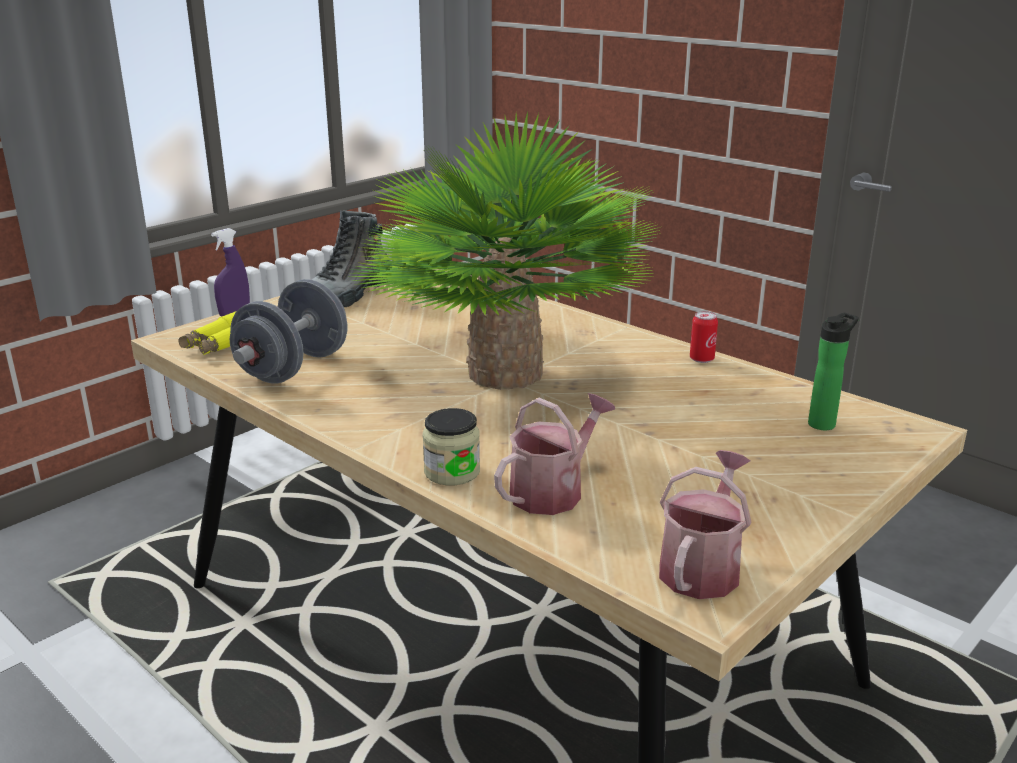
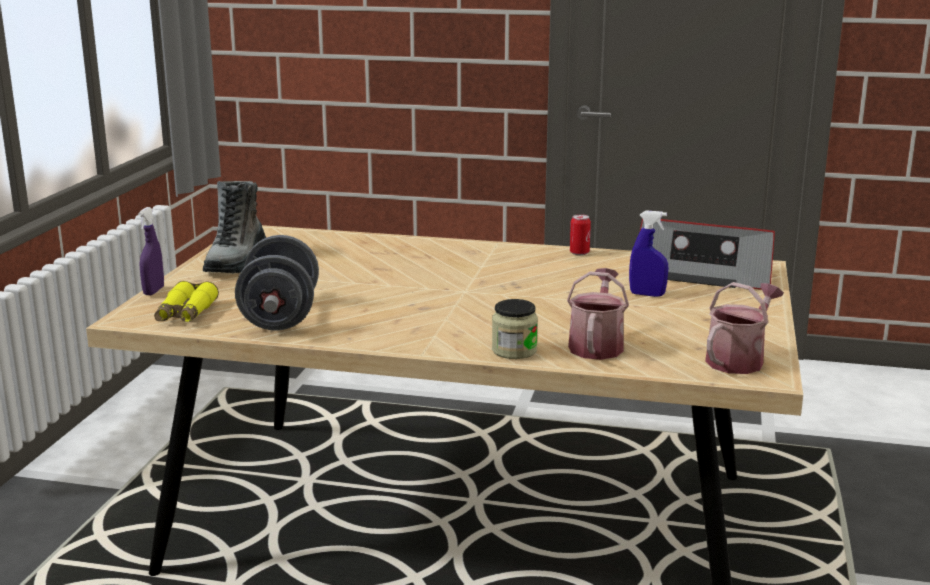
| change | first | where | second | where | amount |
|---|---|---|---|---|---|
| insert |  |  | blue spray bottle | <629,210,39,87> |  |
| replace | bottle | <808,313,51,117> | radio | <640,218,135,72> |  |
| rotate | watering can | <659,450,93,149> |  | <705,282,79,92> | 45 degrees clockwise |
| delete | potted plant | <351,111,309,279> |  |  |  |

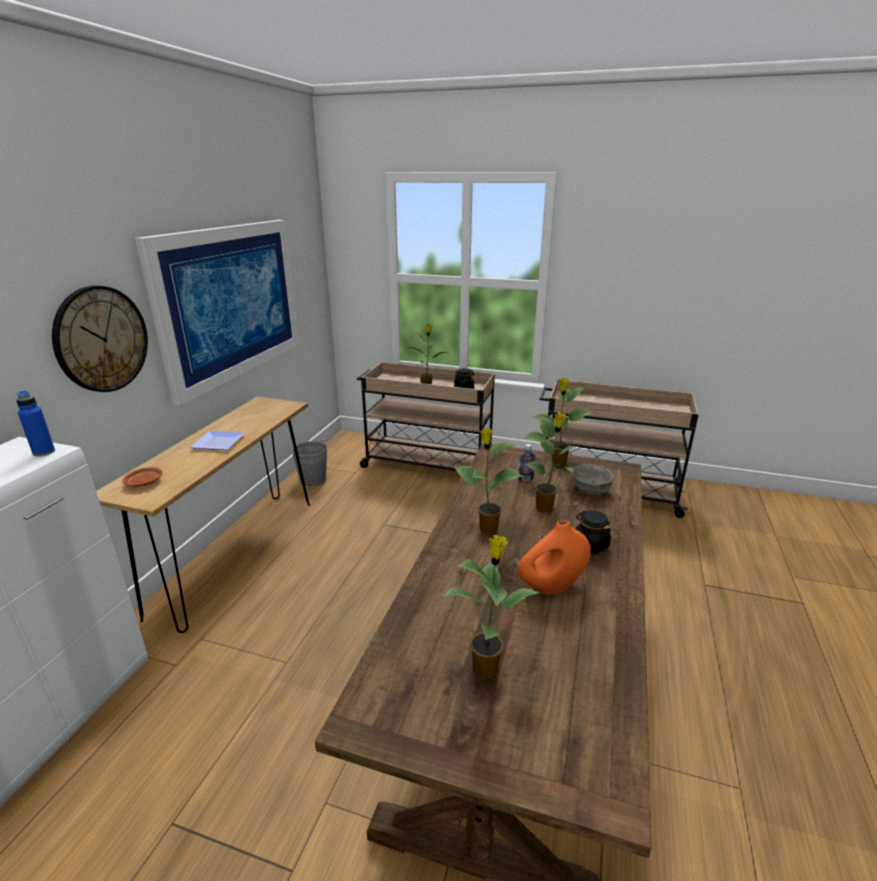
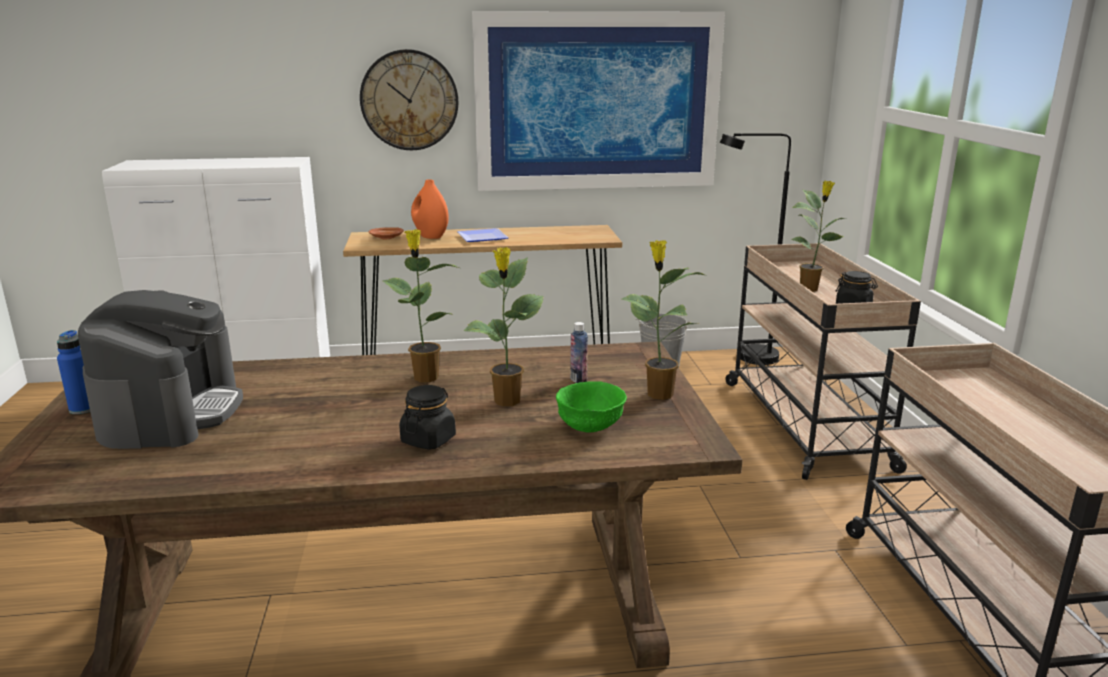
| change | first | where | second | where | amount |
|---|---|---|---|---|---|
| move | blue bottle | <16,391,39,66> |  | <57,330,33,84> |  |
| replace | potted plant | <442,535,100,143> | coffee machine | <78,290,165,159> |  |
| move | orange vase | <518,520,73,75> |  | <411,179,38,60> |  |
| recolor | grey bowl | <572,464,42,31> | green bowl | <556,381,71,51> |  |
| insert |  |  | black floor lamp | <720,133,71,232> |  |

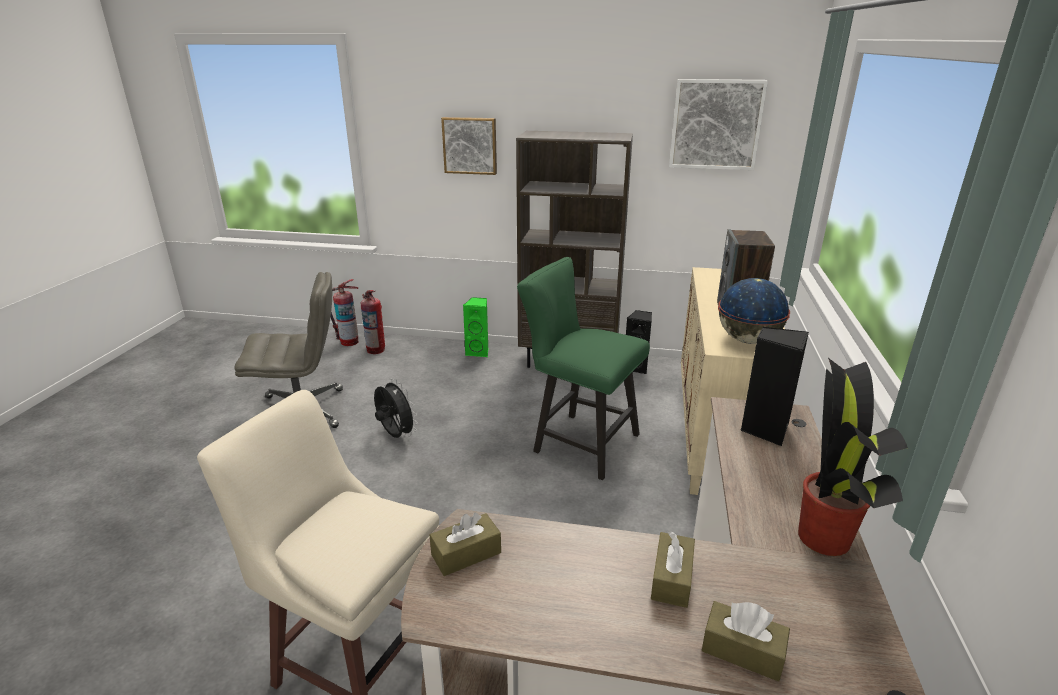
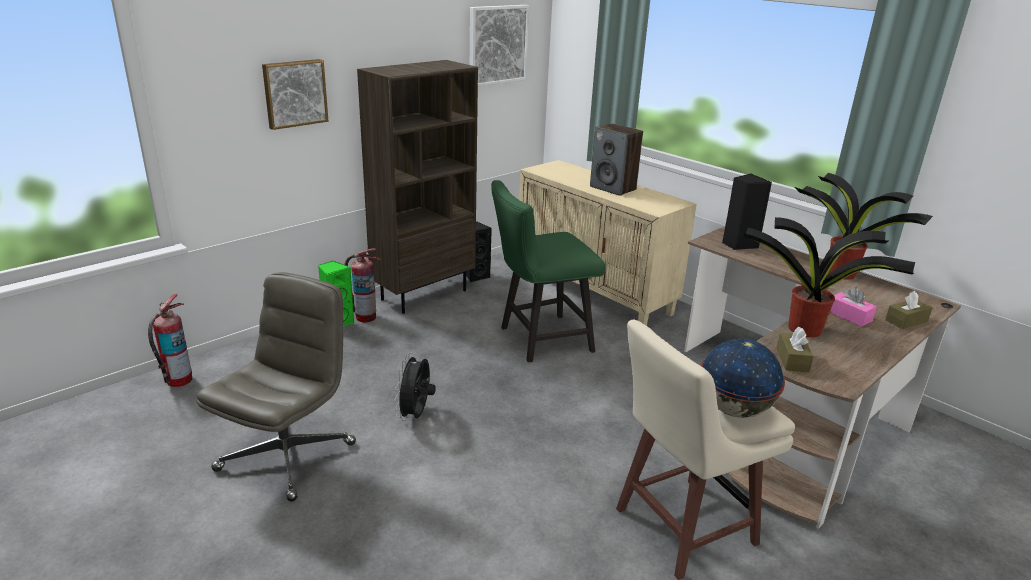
| change | first | where | second | where | amount |
|---|---|---|---|---|---|
| move | fire extinguisher | <361,290,24,64> |  | <344,248,36,75> |  |
| rotate | black fan | <374,378,44,60> |  | <394,353,42,68> | 75 degrees counterclockwise |
| move | globe | <718,278,72,66> |  | <701,339,84,79> |  |
| insert |  |  | potted plant | <744,217,171,120> |  |
| recolor | brown tissue box | <651,531,44,77> | pink tissue box | <830,287,47,40> |  |

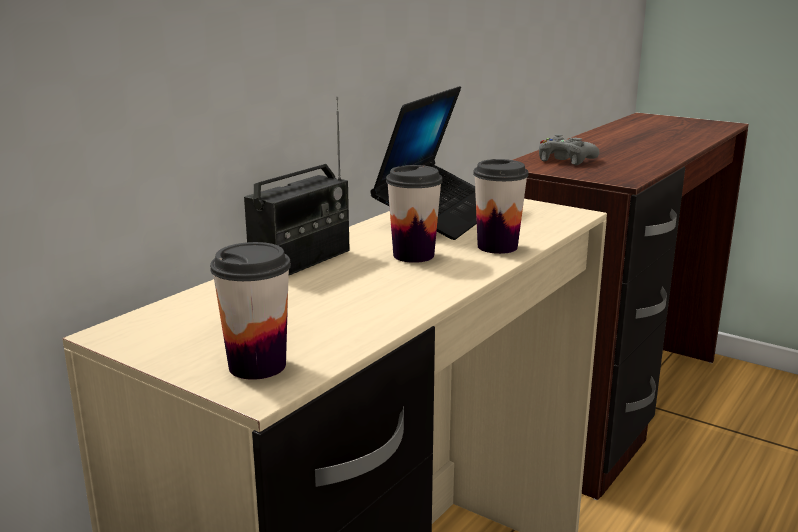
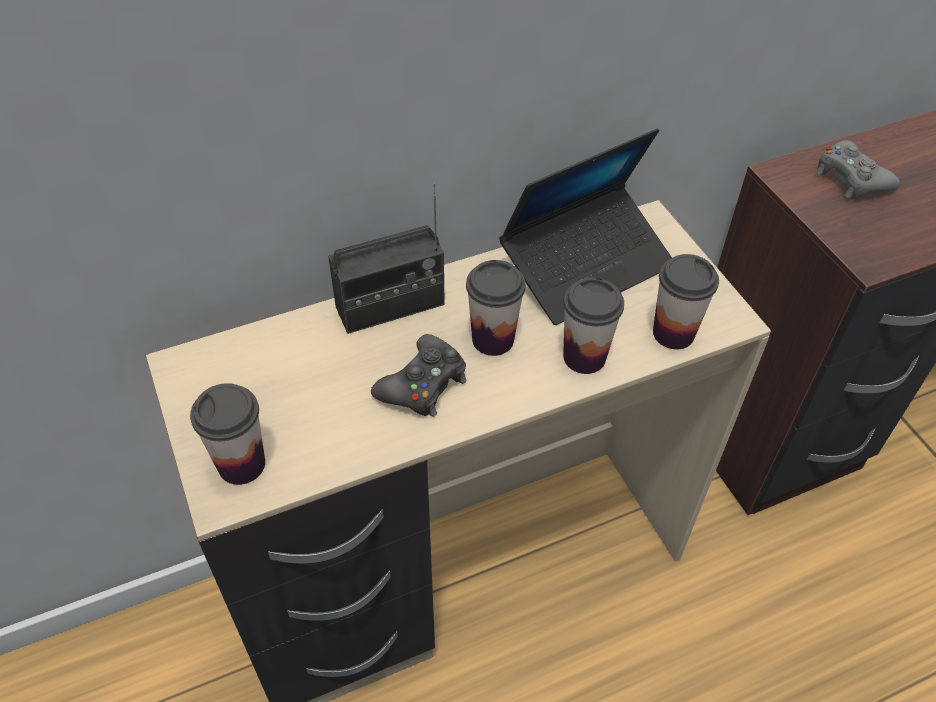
| change | first | where | second | where | amount |
|---|---|---|---|---|---|
| insert |  |  | black game controller | <371,334,96,83> |  |
| insert |  |  | cup | <653,254,66,95> |  |

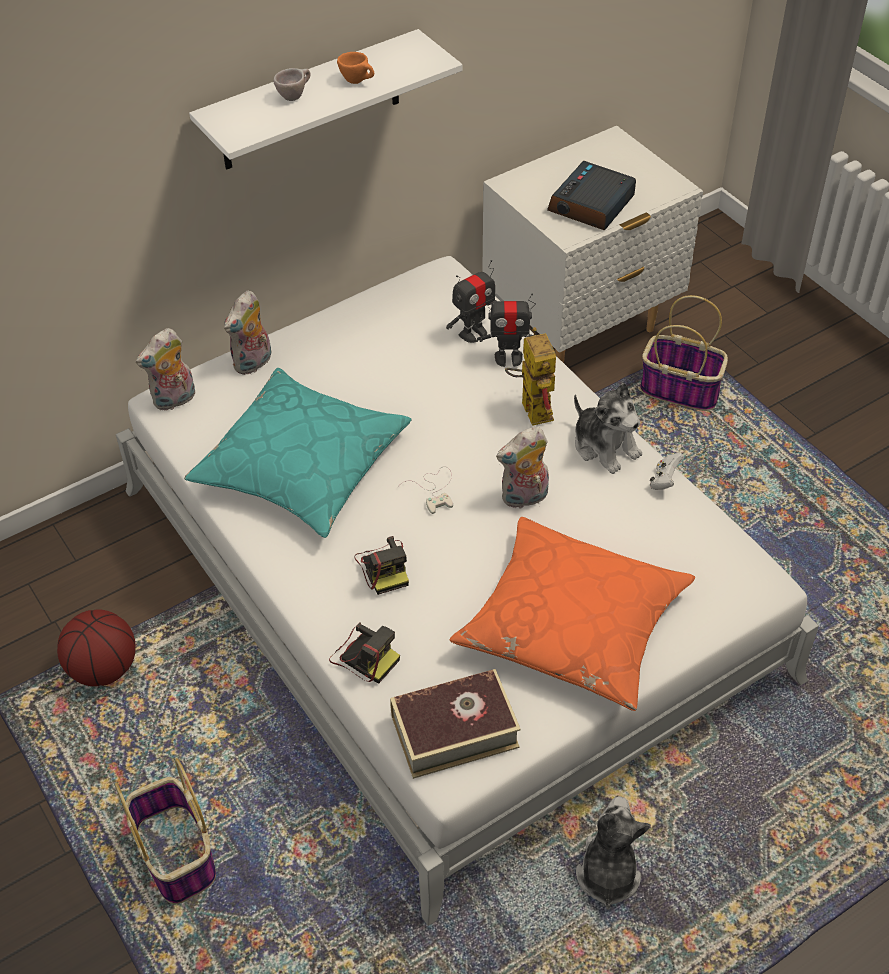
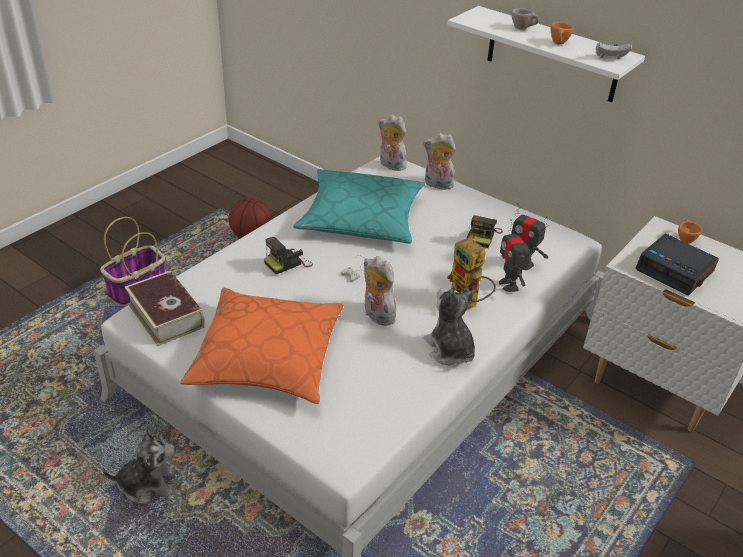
| change | first | where | second | where | amount |
|---|---|---|---|---|---|
| rotate | plush toy | <574,383,68,91> |  | <424,288,51,78> | 120 degrees clockwise |
| rotate | toy robot | <505,327,51,99> |  | <447,237,49,74> | 90 degrees clockwise |
| move | photo camera | <329,622,71,62> |  | <466,215,37,33> |  |
| move | white game controller | <650,453,34,37> |  | <596,42,36,17> |  |
| rotate | alarm clock | <547,161,89,69> |  | <635,233,84,62> | 150 degrees counterclockwise |
| insert |  |  | orange cup | <678,219,24,25> |  |
| delete | basket | <640,295,88,116> |  |  |  |

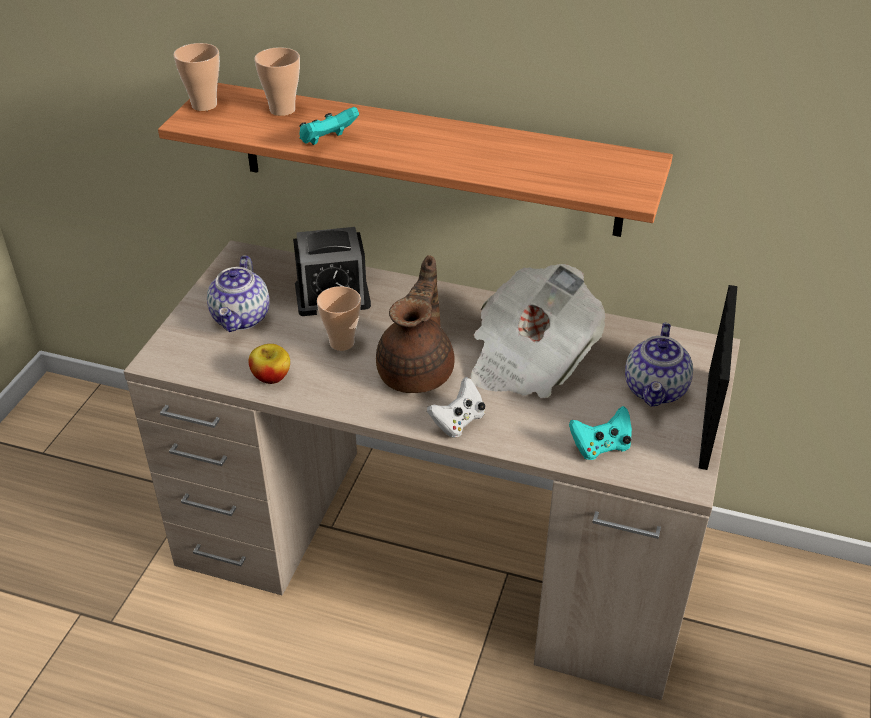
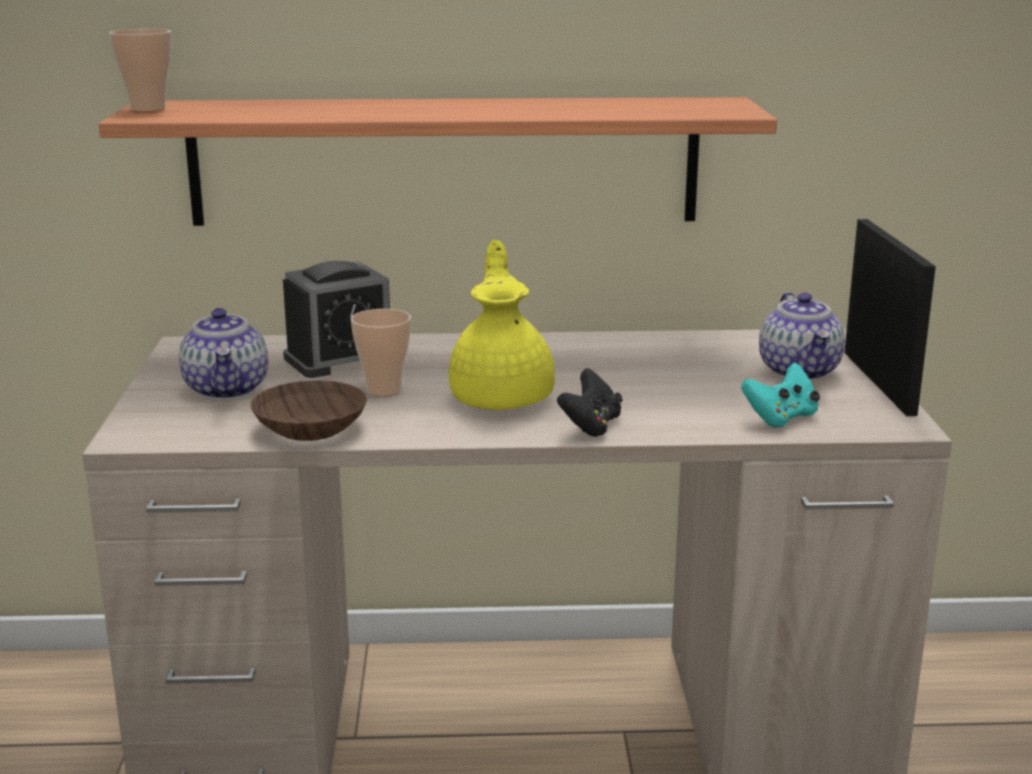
| change | first | where | second | where | amount |
|---|---|---|---|---|---|
| replace | apple | <249,344,41,40> | brown bowl | <250,380,117,61> |  |
| recolor | brown teapot | <376,255,79,138> | yellow teapot | <449,240,106,170> |  |
| recolor | white game controller | <427,377,58,61> | black game controller | <557,368,66,69> |  |
| delete | cup | <254,47,46,69> |  |  |  |
| delete | turquoise game controller | <299,107,60,38> |  |  |  |
| delete | newspaper | <470,264,135,134> |  |  |  |

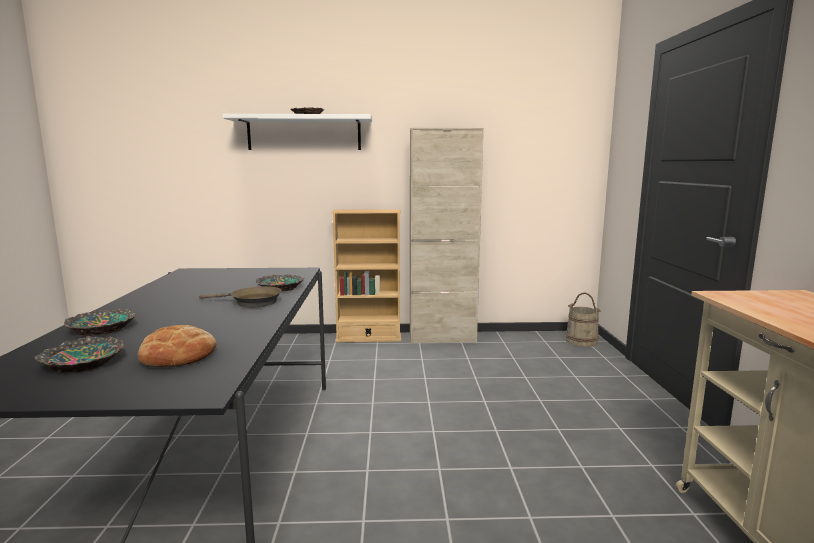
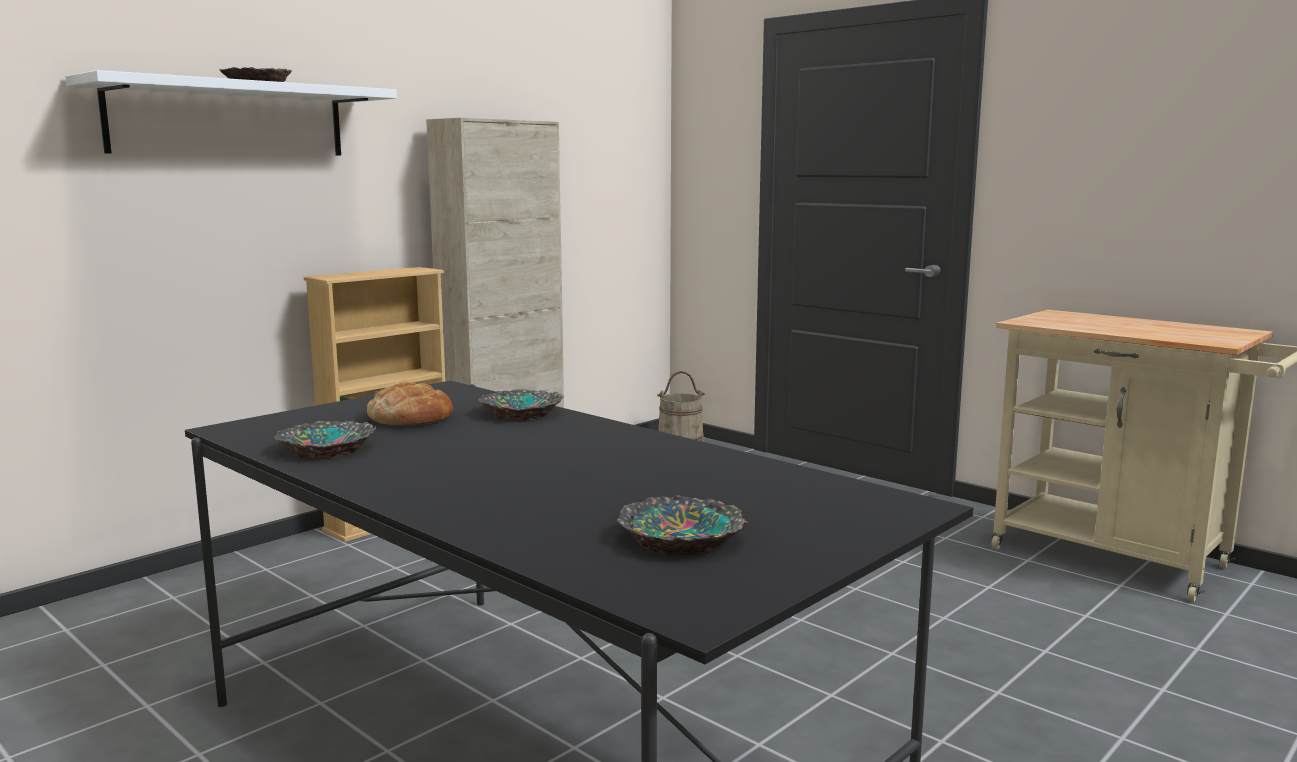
| change | first | where | second | where | amount |
|---|---|---|---|---|---|
| move | bowl | <64,309,72,27> |  | <273,421,103,38> |  |
| move | bread | <138,325,79,42> |  | <367,382,86,44> |  |
| delete | brown frying pan | <199,286,83,21> |  |  |  |

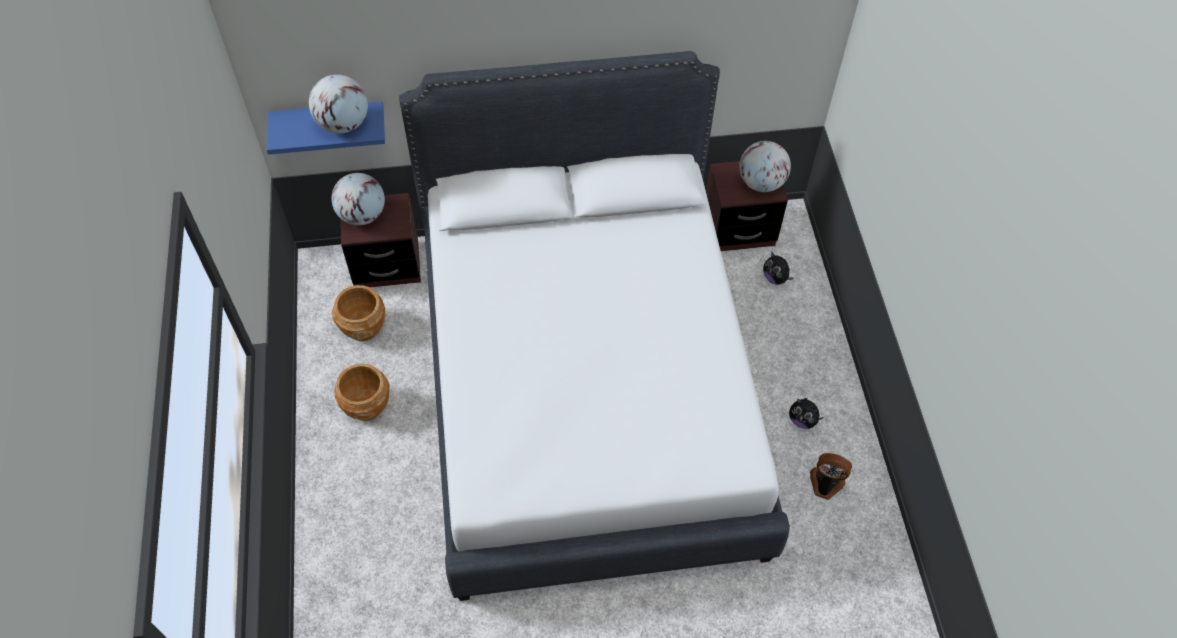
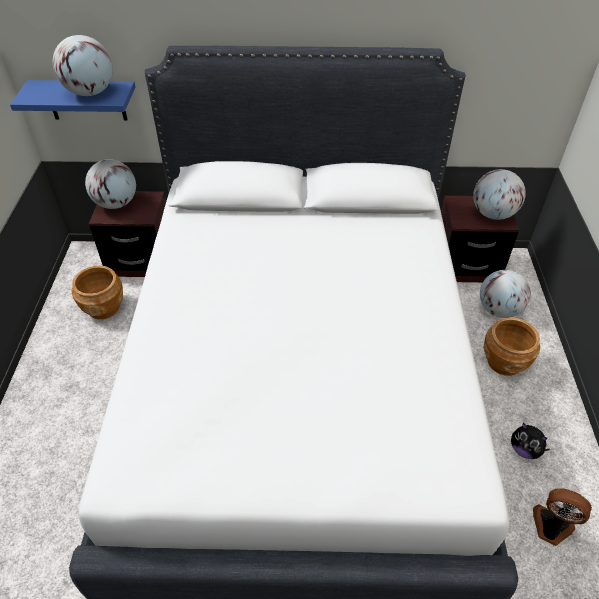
| change | first | where | second | where | amount |
|---|---|---|---|---|---|
| replace | plush toy | <763,252,30,32> | globe | <480,270,51,48> |  |
| move | brown planter | <334,364,56,57> |  | <483,317,57,59> |  |

